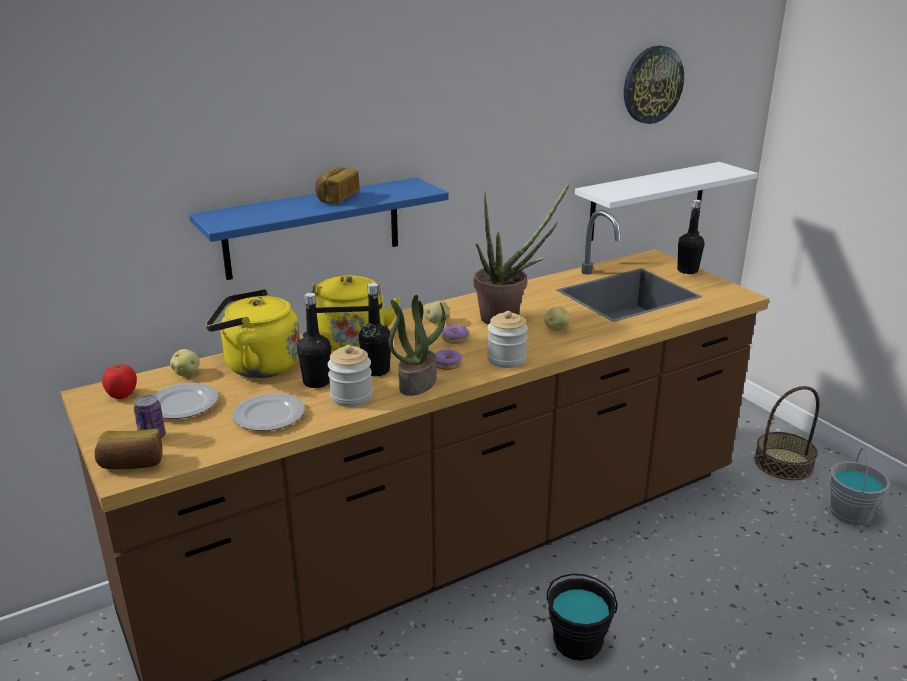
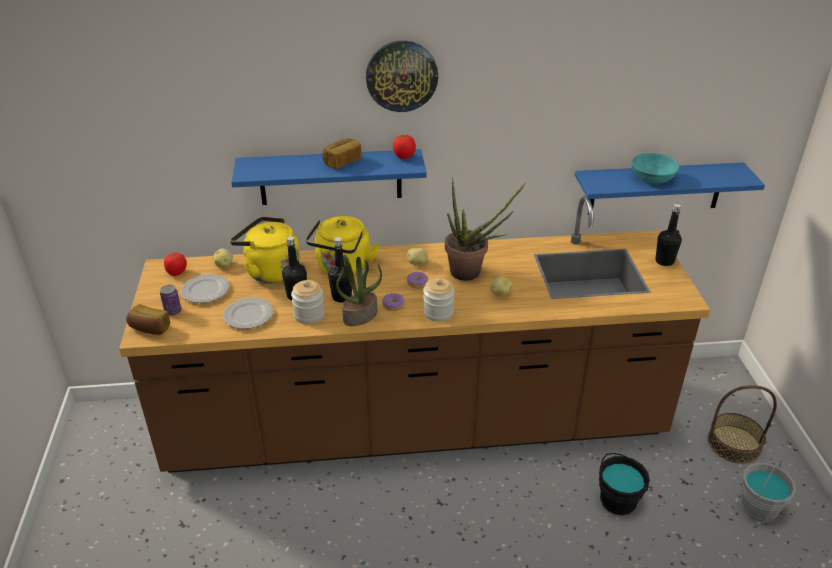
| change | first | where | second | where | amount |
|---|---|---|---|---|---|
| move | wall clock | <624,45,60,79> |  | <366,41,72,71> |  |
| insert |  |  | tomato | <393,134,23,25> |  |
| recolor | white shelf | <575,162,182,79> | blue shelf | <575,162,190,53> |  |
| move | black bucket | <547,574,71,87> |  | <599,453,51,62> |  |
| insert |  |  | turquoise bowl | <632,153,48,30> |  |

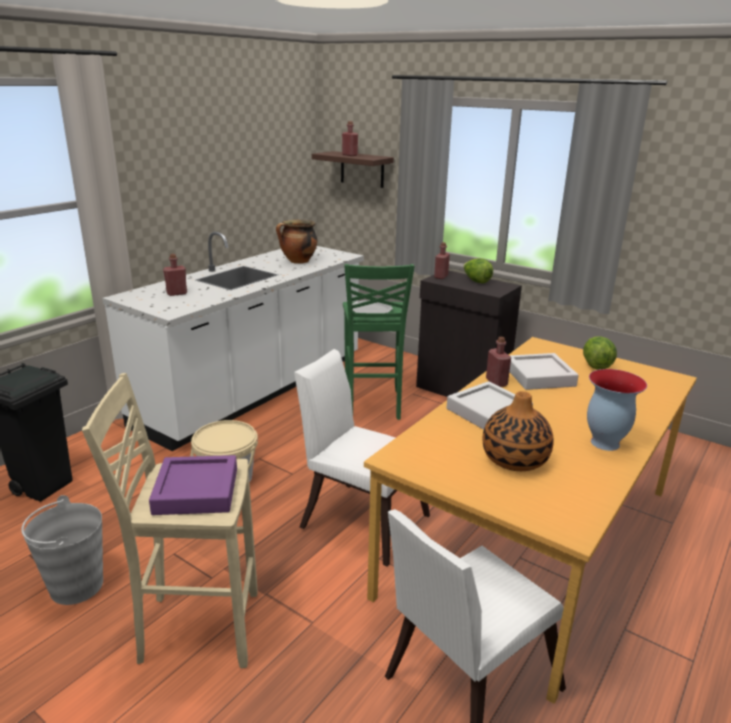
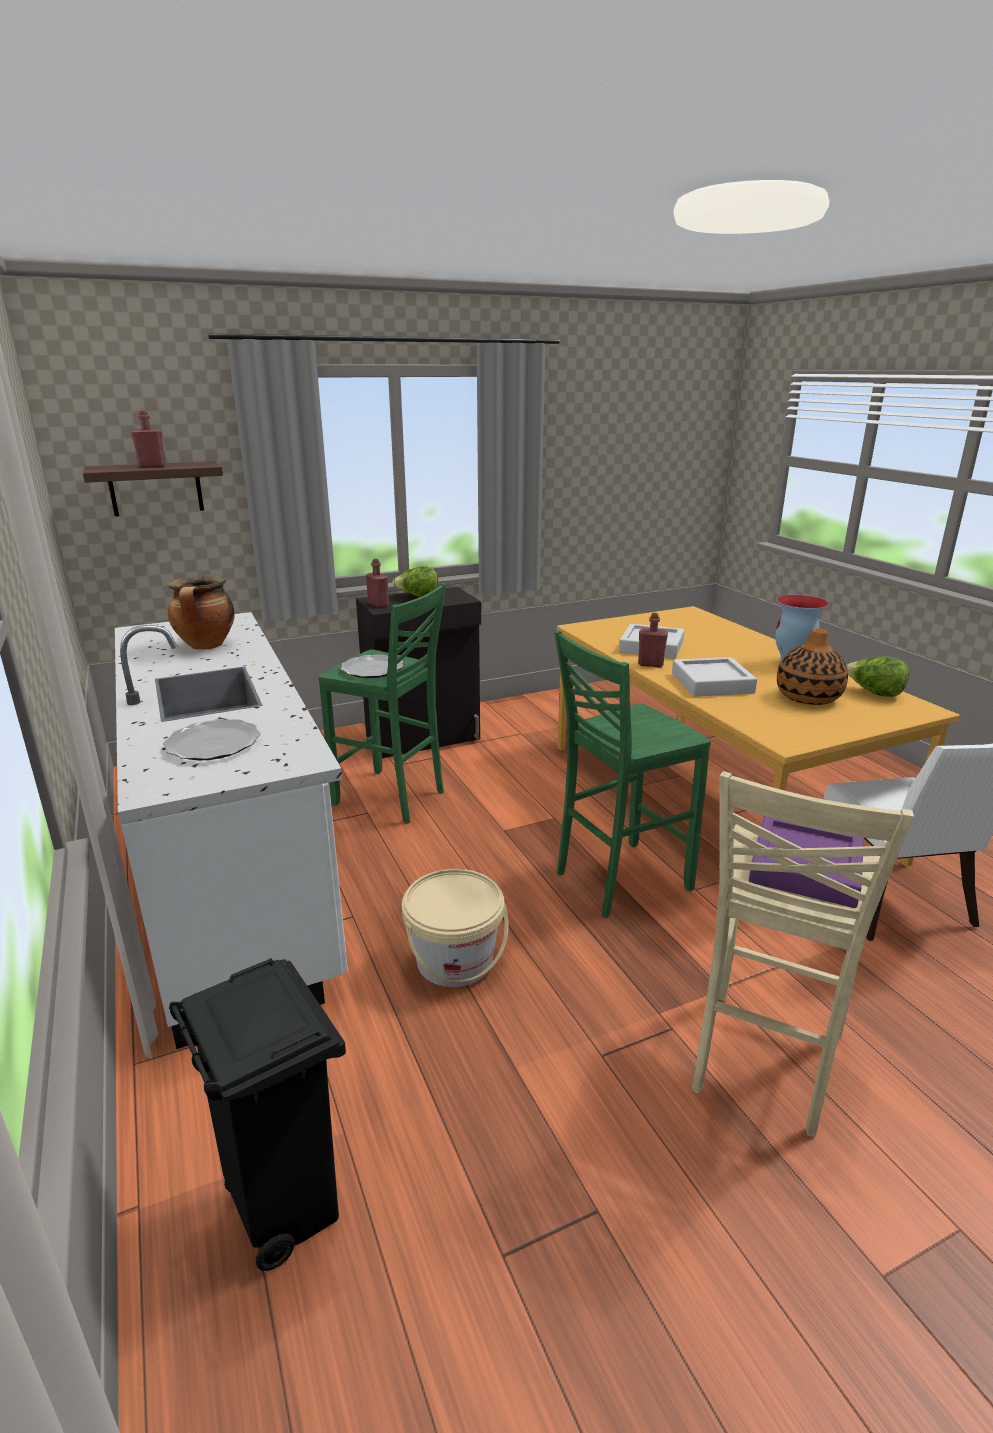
| change | first | where | second | where | amount |
|---|---|---|---|---|---|
| replace | red bottle | <163,254,24,42> | plate | <163,719,98,41> |  |
| replace | white chair | <294,349,136,218> | green stool | <554,630,157,288> |  |
| move | lettuce | <583,336,34,34> |  | <846,656,63,41> |  |
| delete | grey bucket | <21,495,82,110> |  |  |  |

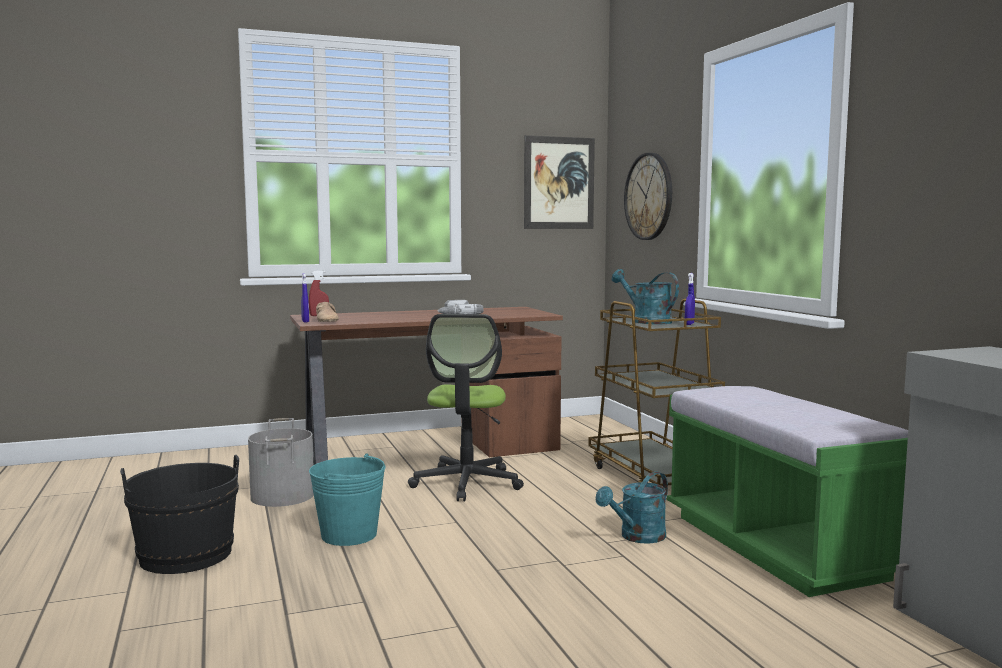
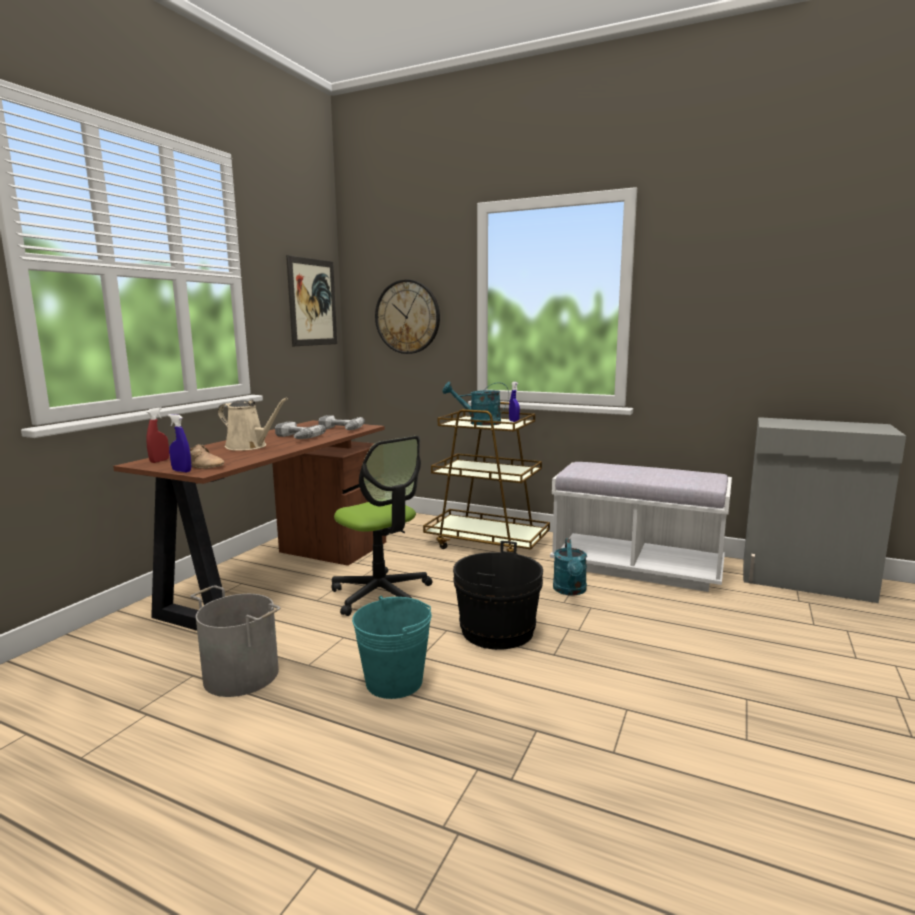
| change | first | where | second | where | amount |
|---|---|---|---|---|---|
| insert |  |  | beige watering can | <218,398,70,53> |  |
| insert |  |  | power drill | <318,415,47,15> |  |
| move | black bucket | <120,455,119,119> |  | <453,541,90,109> |  |
| recolor | green bench | <667,386,241,211> | white bench | <550,462,182,130> |  |

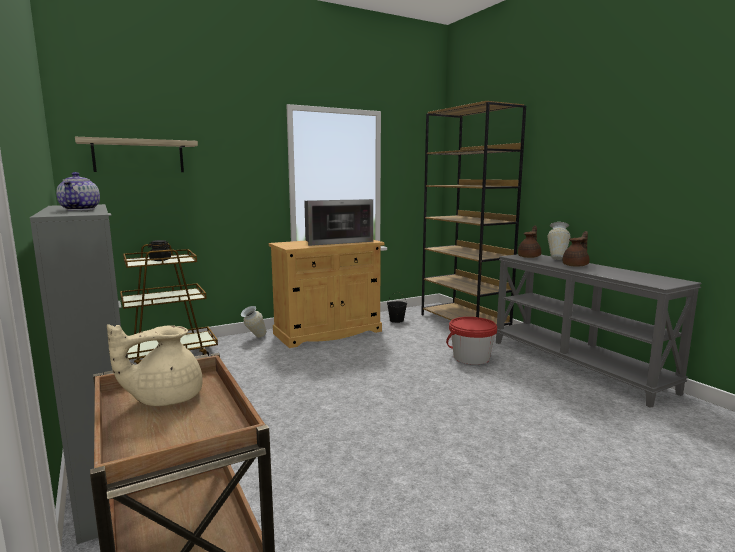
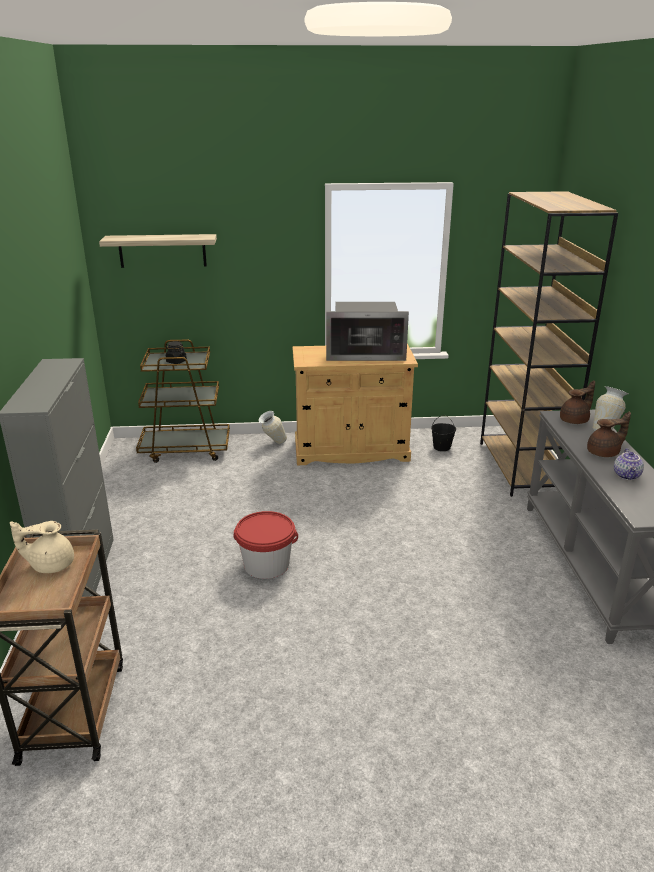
| change | first | where | second | where | amount |
|---|---|---|---|---|---|
| move | red bucket | <446,317,51,48> |  | <234,511,64,68> |  |
| move | teapot | <56,172,44,39> |  | <614,448,30,32> |  |

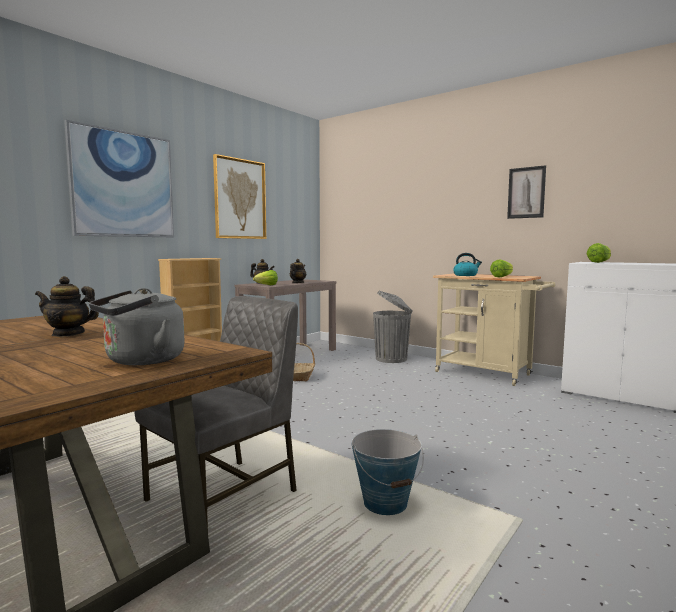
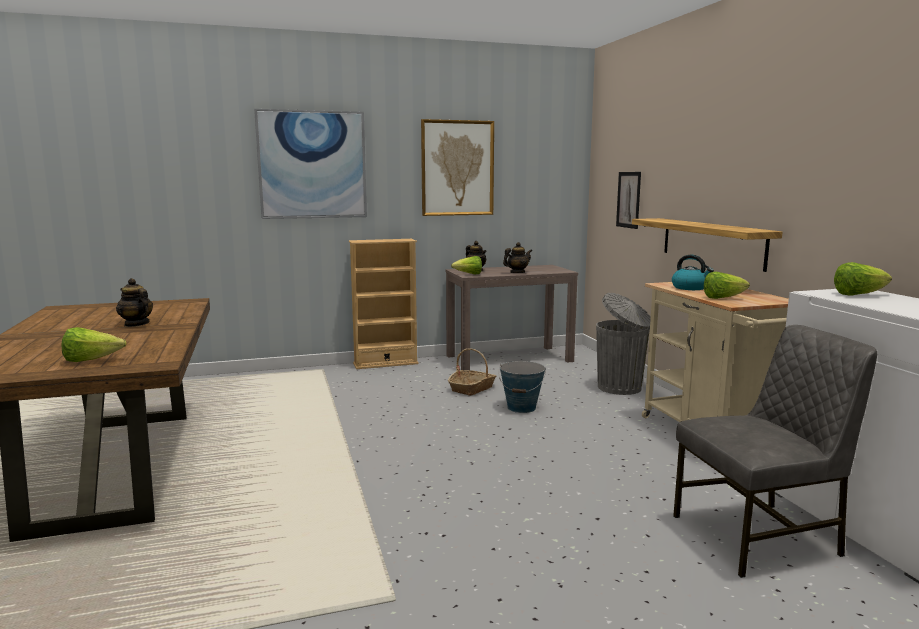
| change | first | where | second | where | amount |
|---|---|---|---|---|---|
| replace | grey kettle | <89,288,96,77> | lettuce | <62,327,64,35> |  |
| move | bucket | <351,429,73,86> |  | <498,361,48,52> |  |
| move | picture | <507,165,39,54> |  | <616,172,25,57> |  |
| insert |  |  | shelf | <632,218,151,54> |  |
| move | grey chair | <135,296,163,234> |  | <673,325,204,253> |  |

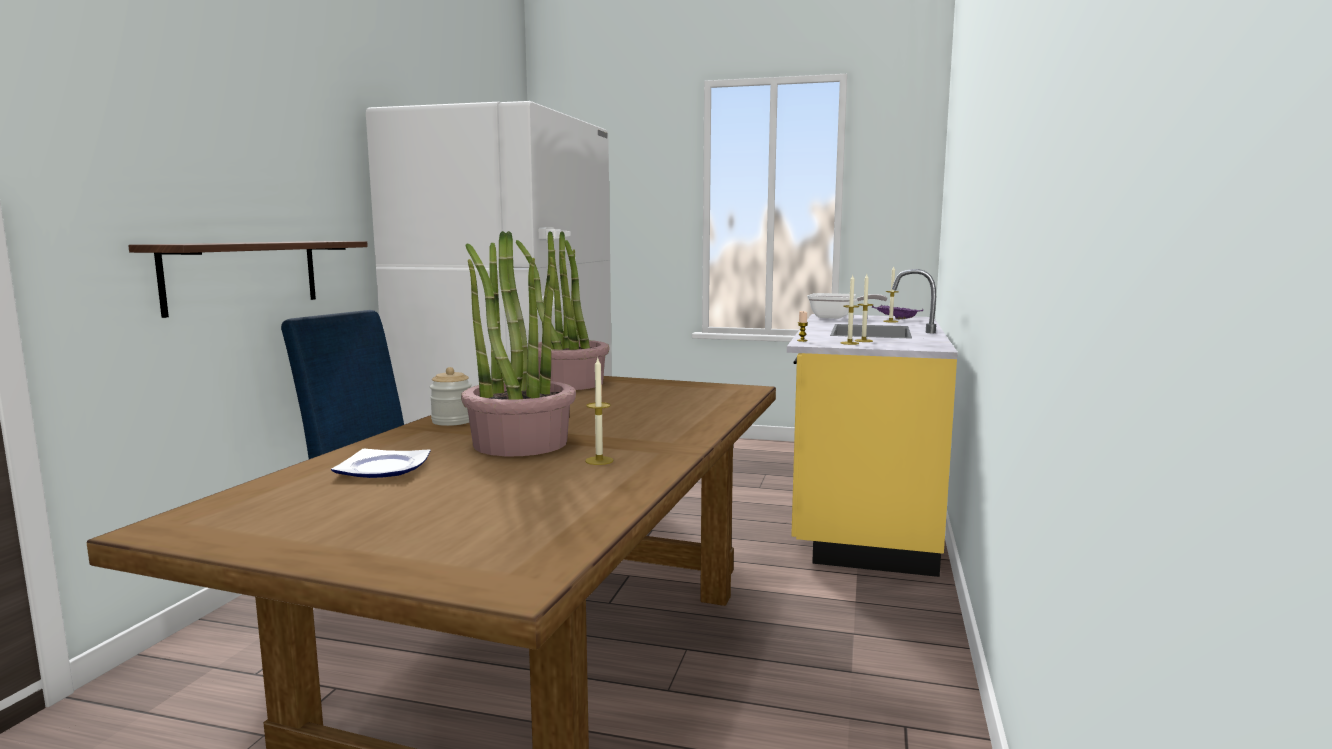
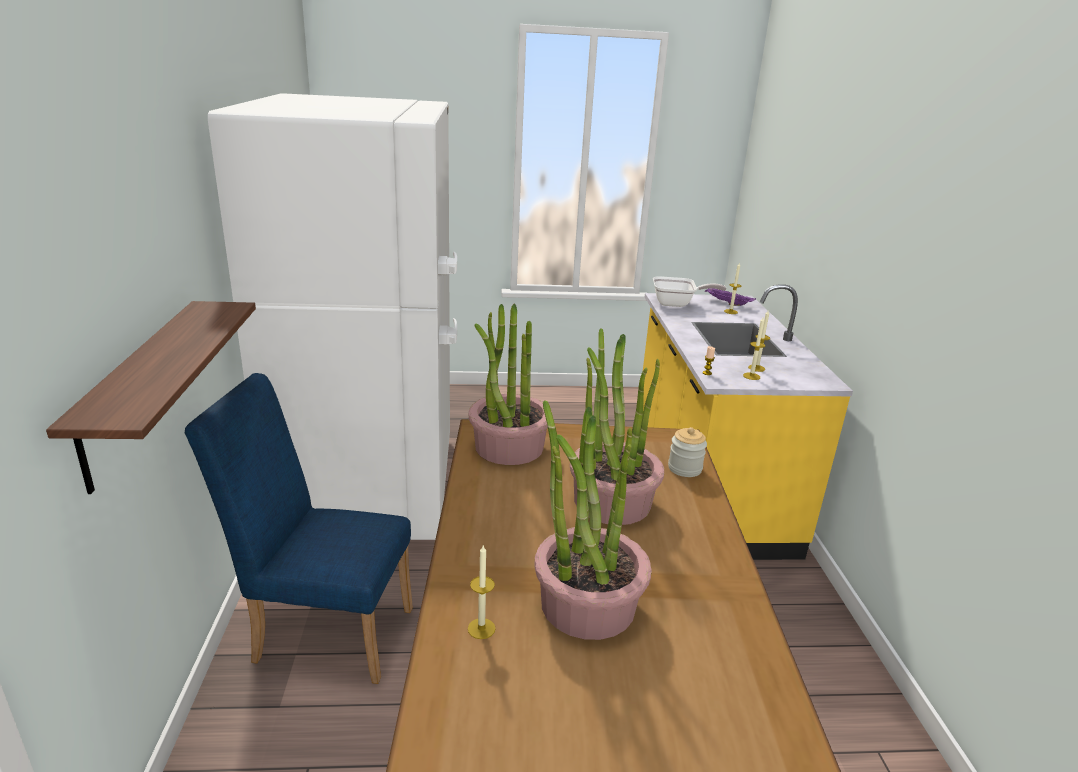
| change | first | where | second | where | amount |
|---|---|---|---|---|---|
| move | candle | <585,358,28,107> |  | <468,544,28,95> |  |
| insert |  |  | potted plant | <570,328,94,197> |  |
| move | jar | <429,367,43,59> |  | <668,427,39,50> |  |
| delete | plate | <331,449,100,29> |  |  |  |

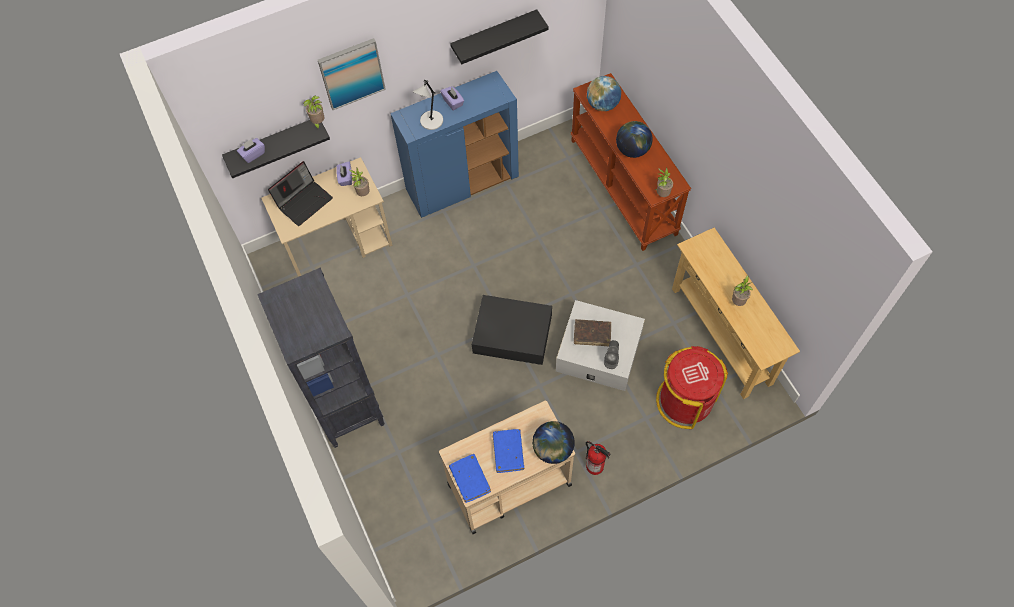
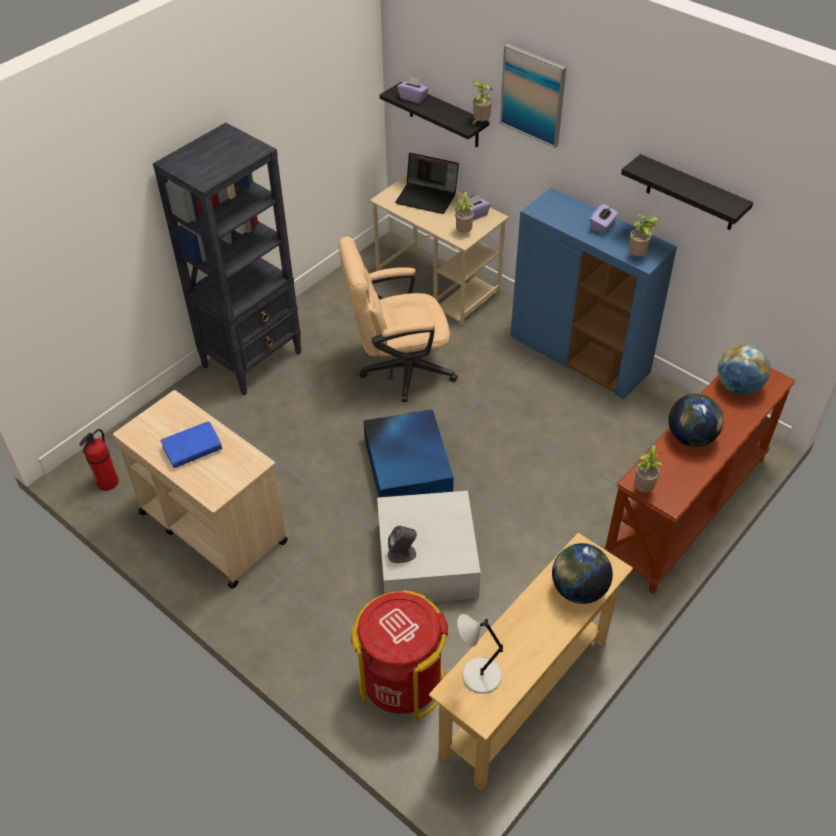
| change | first | where | second | where | amount |
|---|---|---|---|---|---|
| move | fire extinguisher | <586,441,25,34> |  | <79,429,40,62> |  |
| insert |  |  | beige office chair | <339,237,119,165> |  |
| recolor | black storage box | <472,295,80,70> | blue storage box | <363,409,91,88> |  |
| move | grey table lamp | <413,80,30,50> |  | <457,614,46,80> |  |
| move | globe | <532,421,43,43> |  | <552,543,61,61> |  |
| move | potted plant | <732,275,21,31> |  | <629,215,30,41> |  |
| delete | blue book | <449,454,42,49> |  |  |  |
| delete | brown book | <574,319,37,27> |  |  |  |

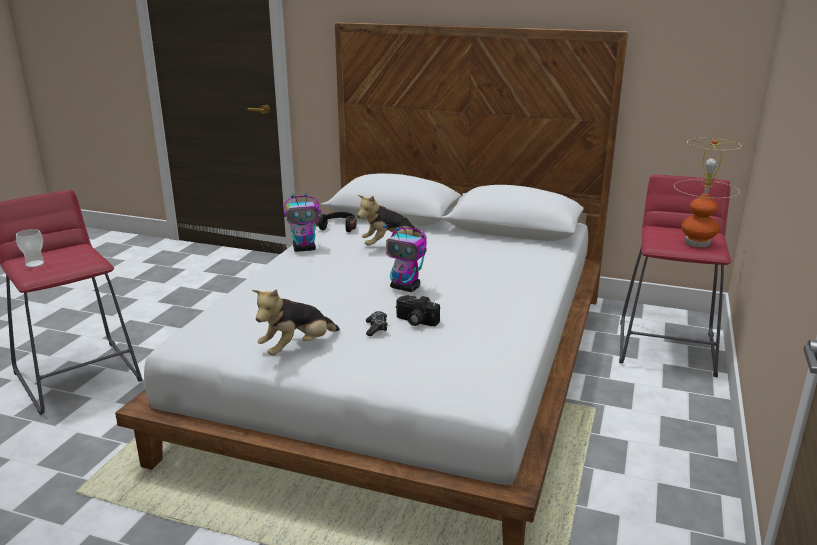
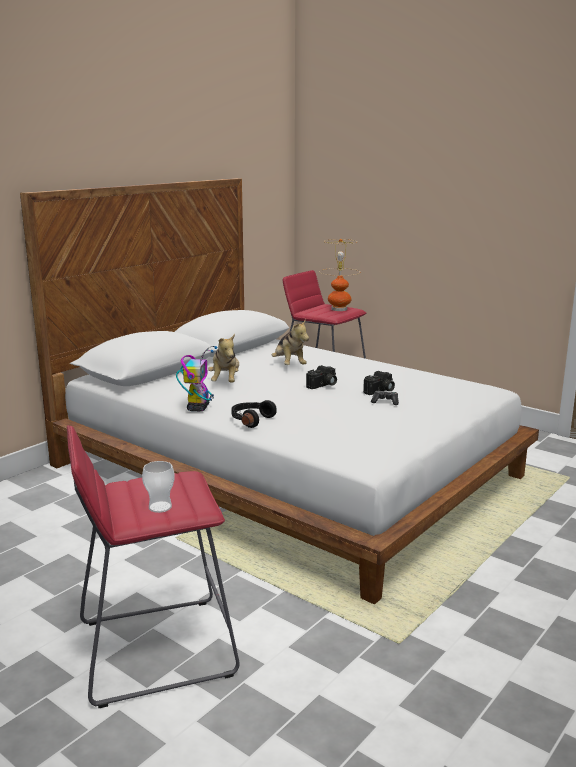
| change | first | where | second | where | amount |
|---|---|---|---|---|---|
| move | black headphones | <315,212,42,20> |  | <231,400,46,28> |  |
| move | plush toy | <252,289,88,67> |  | <271,319,38,46> |  |
| replace | toy robot | <383,224,44,68> | photo camera | <306,365,31,24> |  |

